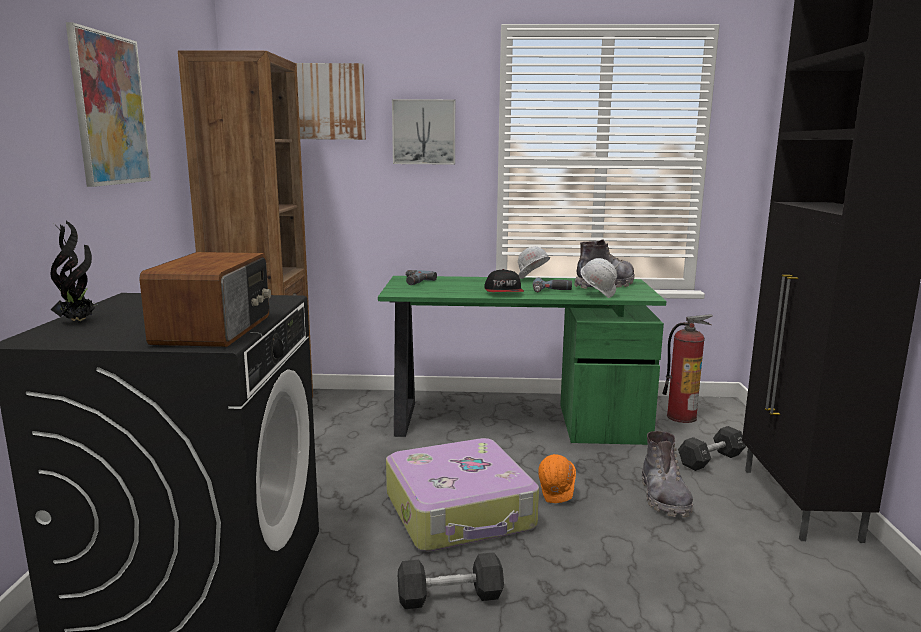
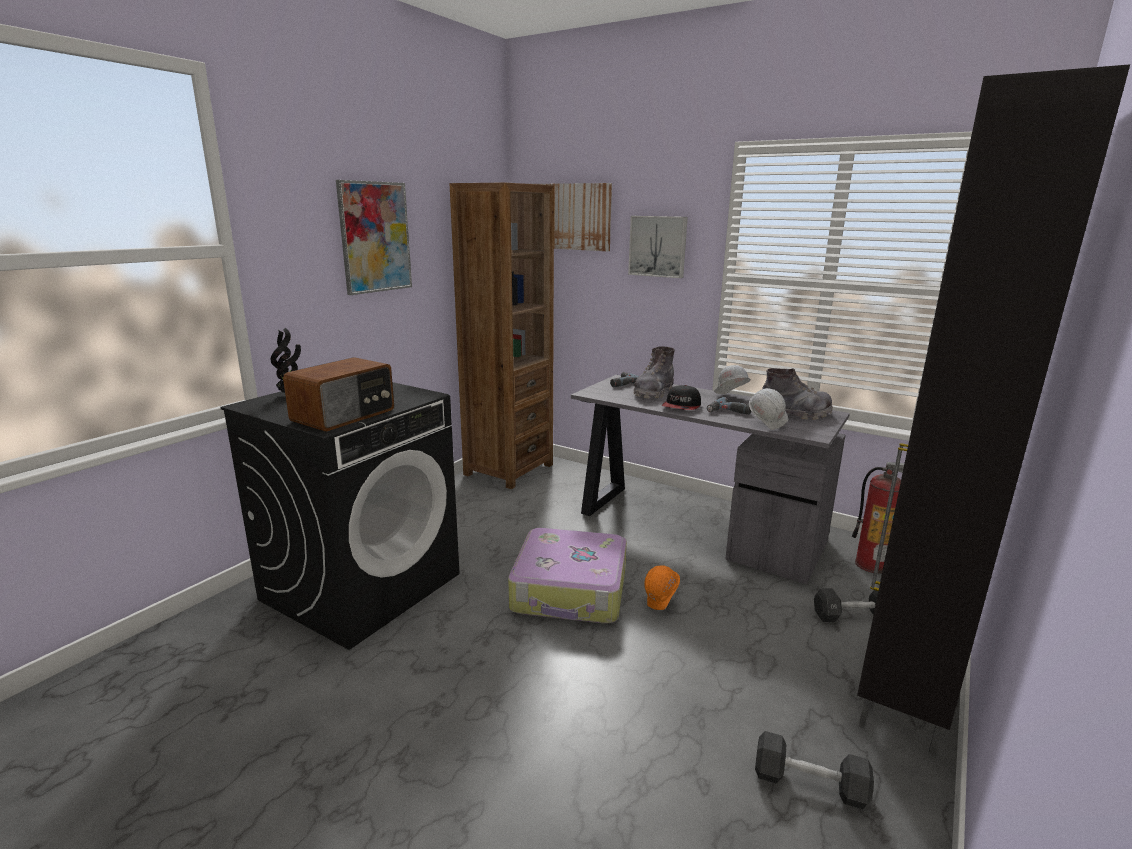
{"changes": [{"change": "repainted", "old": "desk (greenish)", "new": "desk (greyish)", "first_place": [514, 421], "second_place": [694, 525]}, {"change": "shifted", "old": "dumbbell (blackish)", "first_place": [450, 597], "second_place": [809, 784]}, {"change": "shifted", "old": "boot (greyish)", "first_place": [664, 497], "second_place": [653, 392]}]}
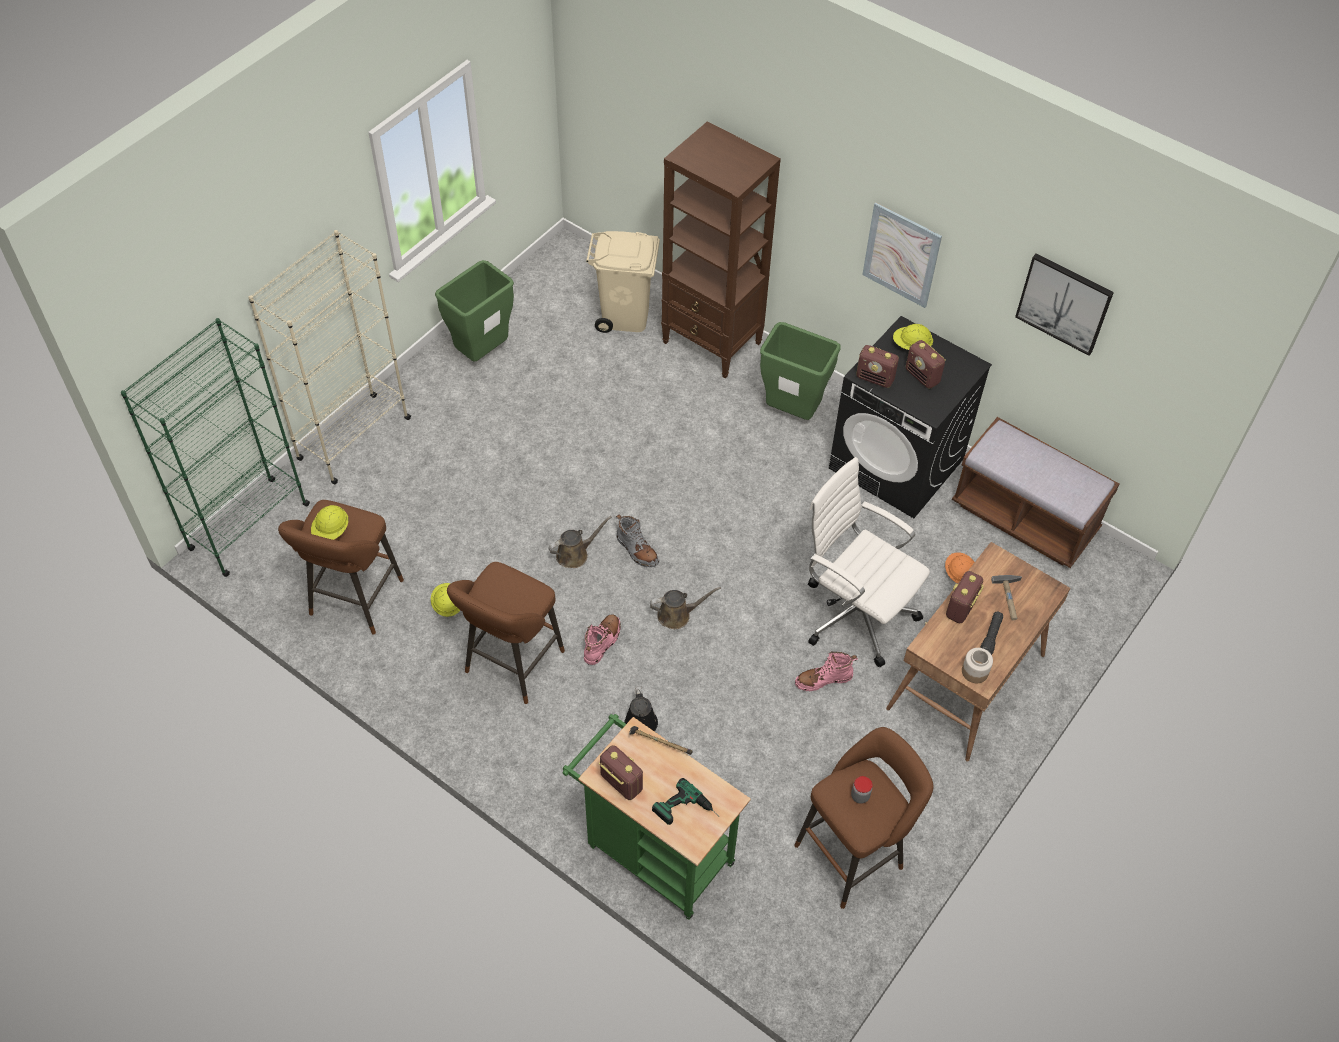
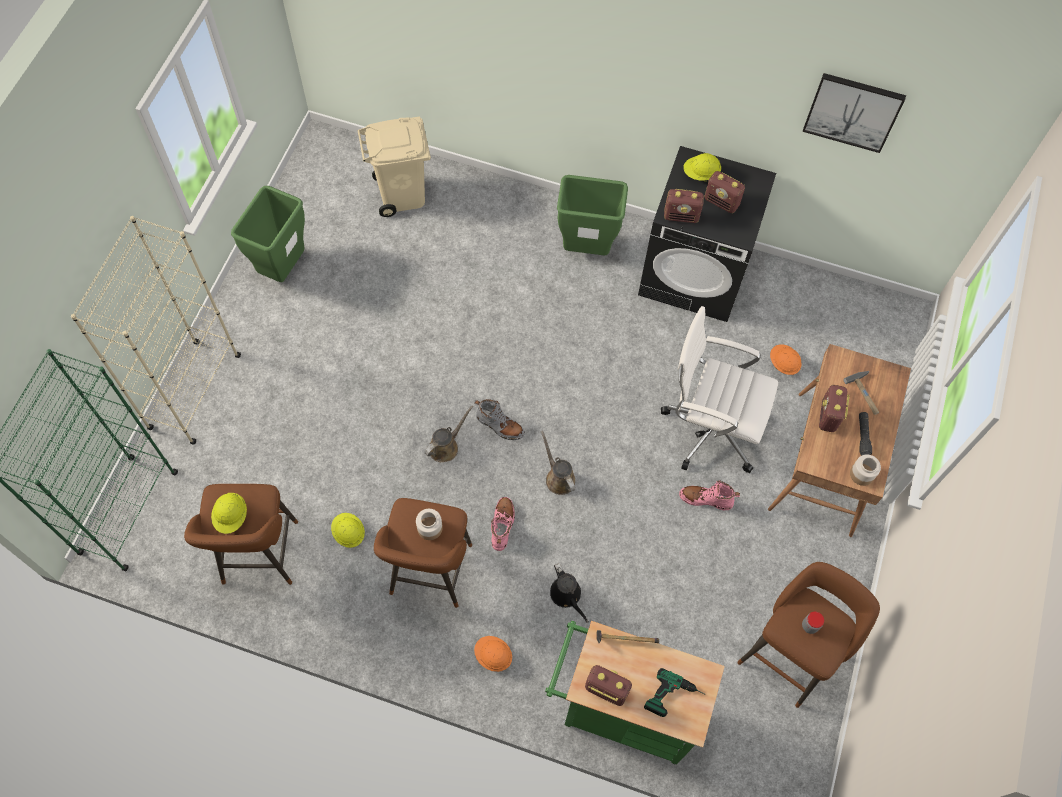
{"changes": [{"change": "rotated", "old": "watering can (brownish)", "first_place": [677, 615], "second_place": [558, 477], "degrees": -90}, {"change": "gone", "old": "shelving unit (brownish)", "first_place": [712, 343]}, {"change": "rotated", "old": "boot (pinkish)", "first_place": [823, 679], "second_place": [706, 499], "degrees": 45}, {"change": "gone", "old": "wall art", "first_place": [901, 255]}, {"change": "gone", "old": "indoor bench (brownish)", "first_place": [1024, 518]}, {"change": "new", "new": "preserve jar", "second_place": [429, 528]}, {"change": "new", "new": "hard hat (orangey)", "second_place": [493, 656]}]}
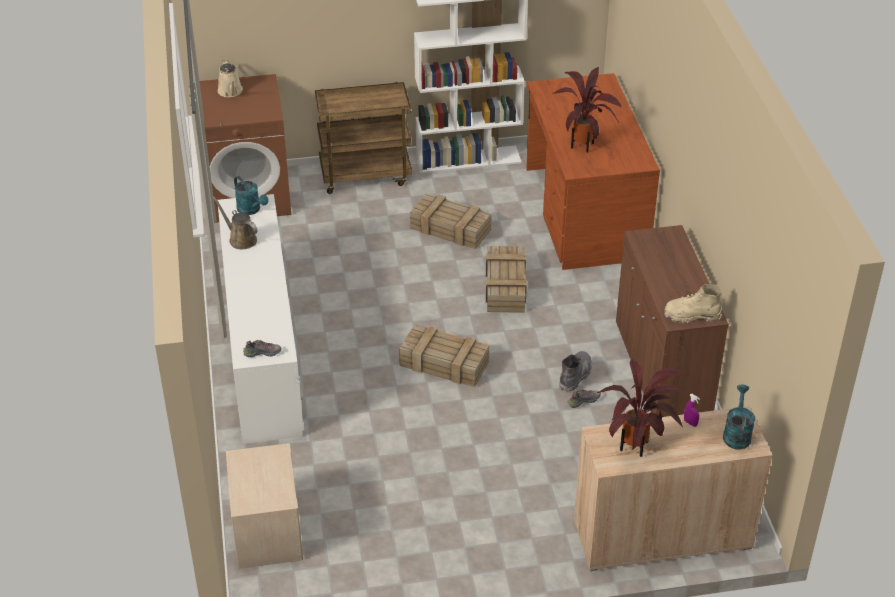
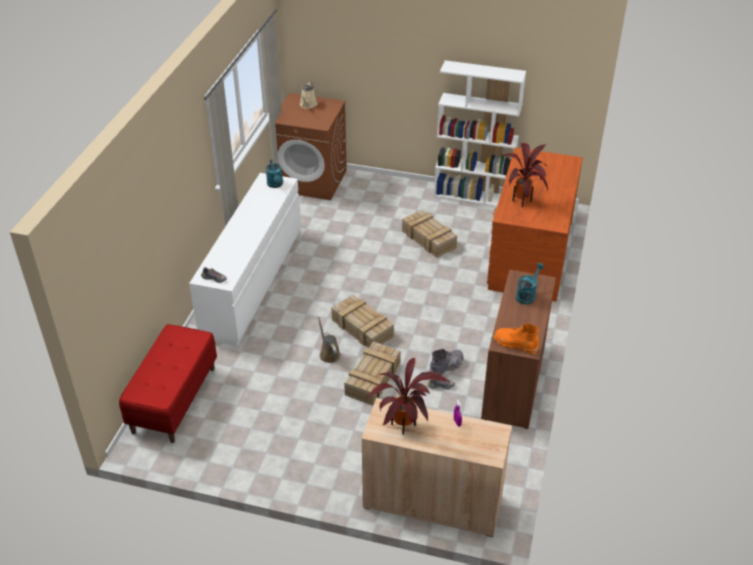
{"changes": [{"change": "shifted", "old": "watering can (brownish)", "first_place": [240, 239], "second_place": [328, 353]}, {"change": "swapped", "old": "night table (beige)", "new": "indoor bench (red-coloured)", "first_place": [267, 530], "second_place": [174, 399]}, {"change": "gone", "old": "trolley (brownish)", "first_place": [366, 175]}, {"change": "shifted", "old": "crate", "first_place": [505, 286], "second_place": [373, 378]}, {"change": "repainted", "old": "boot (beige)", "new": "boot (orangey)", "first_place": [691, 315], "second_place": [515, 344]}, {"change": "shifted", "old": "watering can (turquoise-coloured)", "first_place": [737, 434], "second_place": [527, 295]}]}
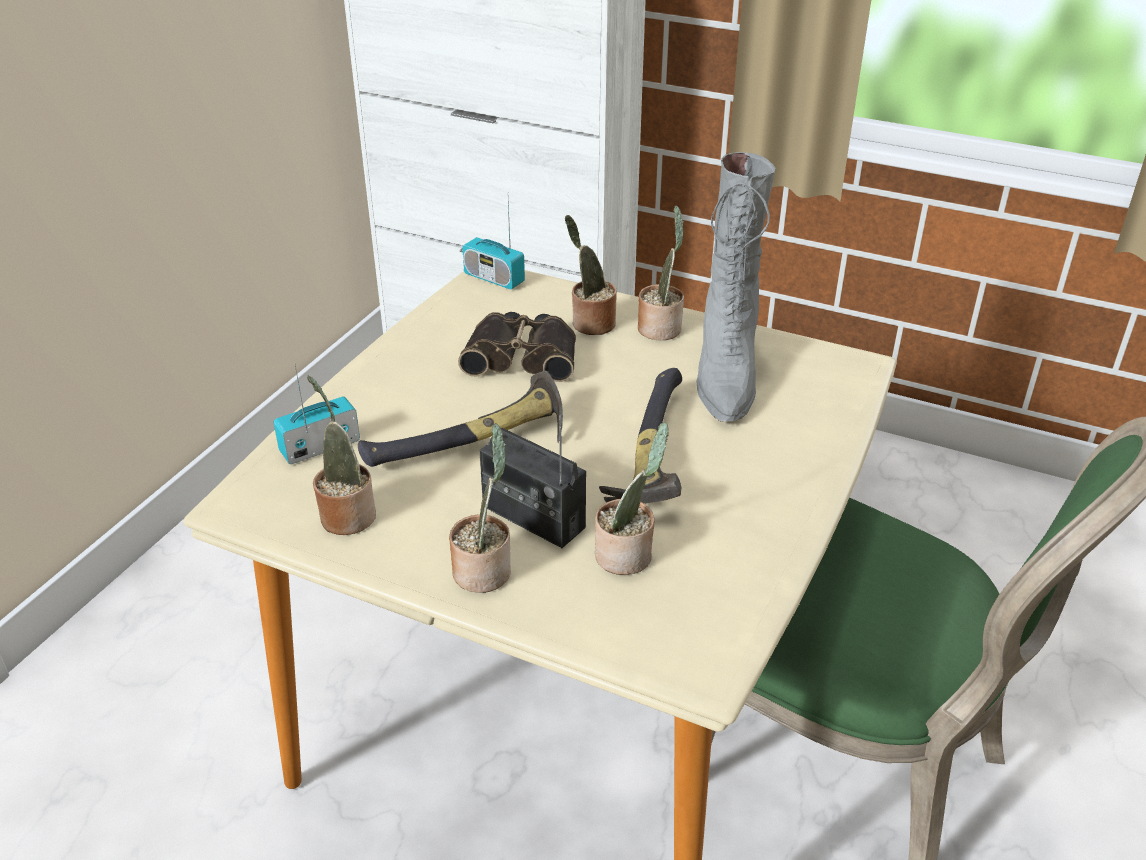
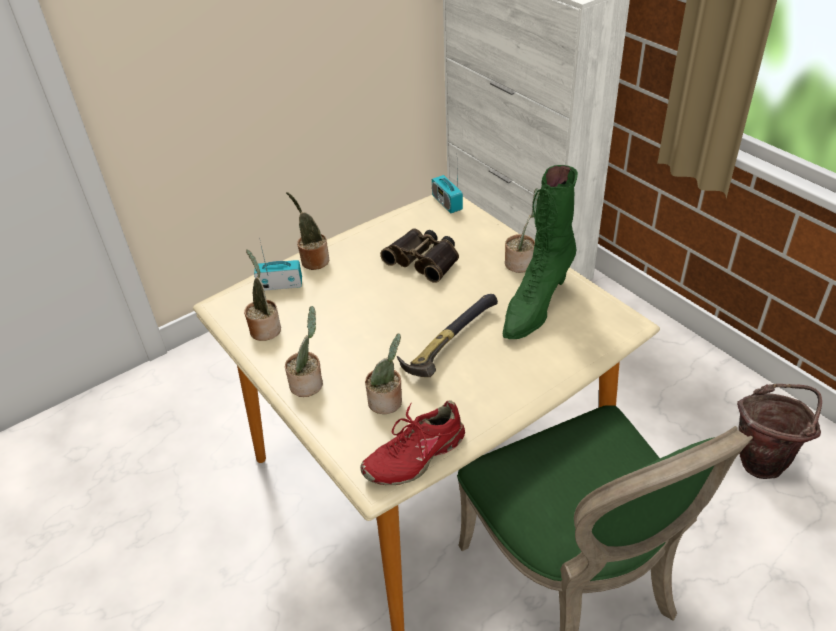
{"changes": [{"change": "gone", "old": "hand hammer", "first_place": [475, 446]}, {"change": "gone", "old": "radio", "first_place": [533, 517]}, {"change": "shifted", "old": "plant in a pot", "first_place": [590, 324], "second_place": [313, 260]}, {"change": "repainted", "old": "boot (greyish)", "new": "boot (greenish)", "first_place": [725, 373], "second_place": [535, 306]}, {"change": "new", "new": "low shoe (red-coloured)", "second_place": [414, 455]}, {"change": "new", "new": "bucket (brownish)", "second_place": [764, 460]}]}
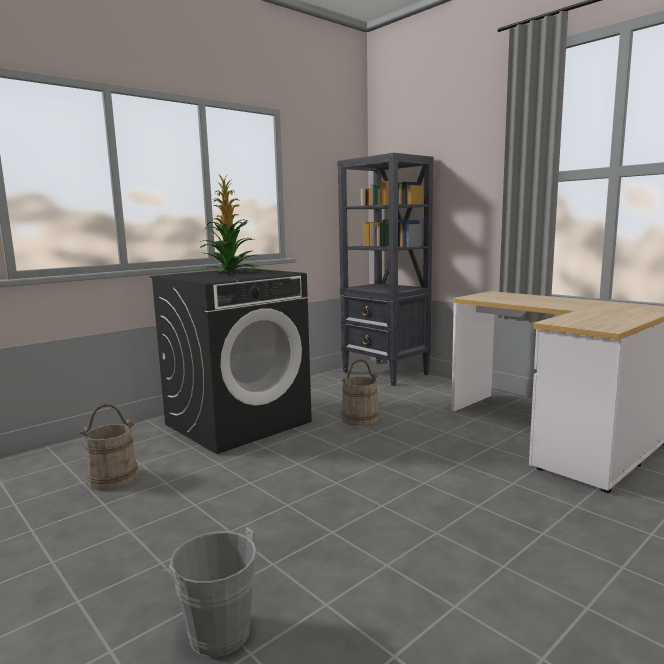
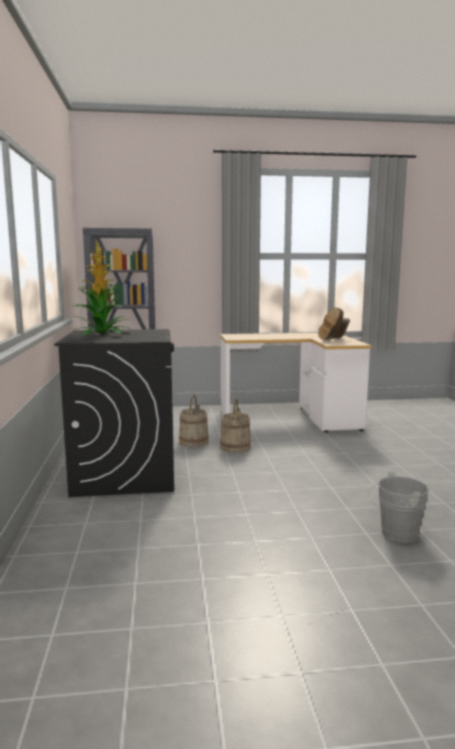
{"changes": [{"change": "shifted", "old": "bucket (beige)", "first_place": [113, 478], "second_place": [235, 447]}, {"change": "new", "new": "boot (brownish)", "second_place": [334, 340]}]}
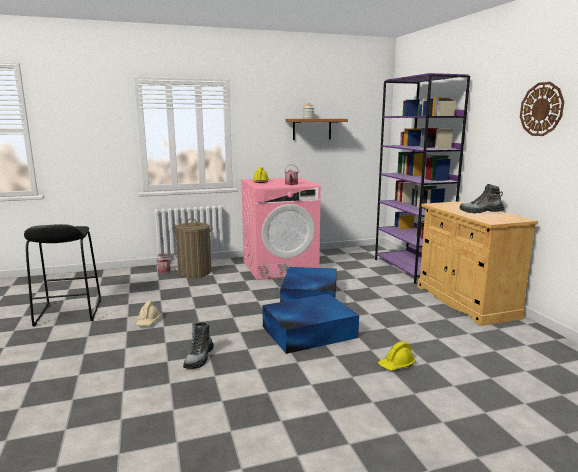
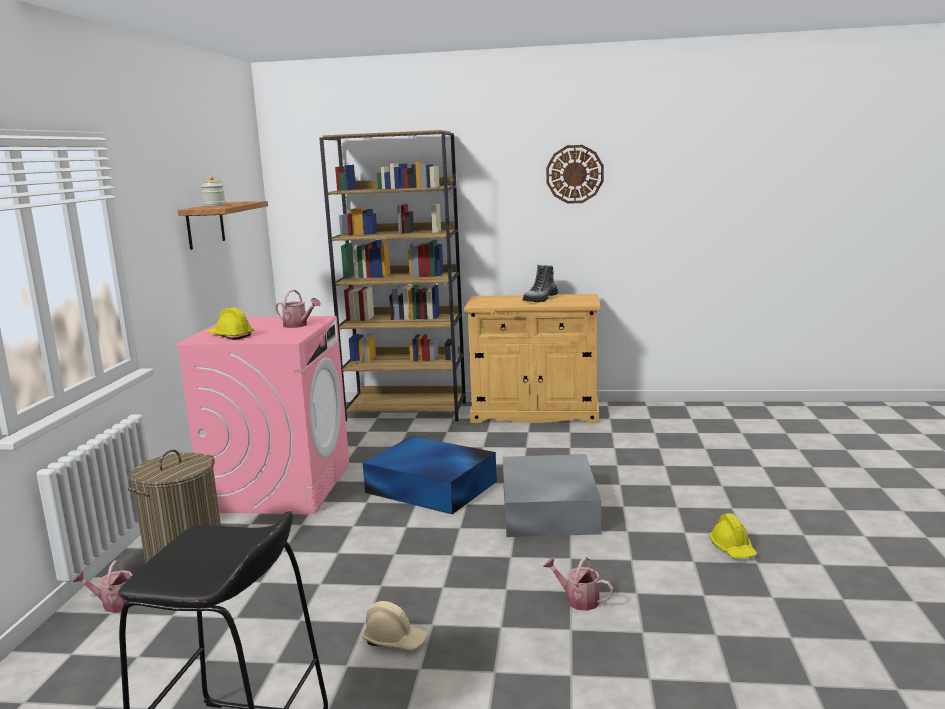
{"changes": [{"change": "swapped", "old": "boot", "new": "watering can", "first_place": [199, 358], "second_place": [578, 600]}, {"change": "repainted", "old": "storage container (blue-coloured)", "new": "storage container (greyish)", "first_place": [307, 332], "second_place": [548, 509]}, {"change": "repainted", "old": "shelving unit (purple)", "new": "shelving unit (brownish)", "first_place": [411, 269], "second_place": [407, 411]}, {"change": "shifted", "old": "hard hat (yellowish)", "first_place": [396, 365], "second_place": [733, 549]}]}
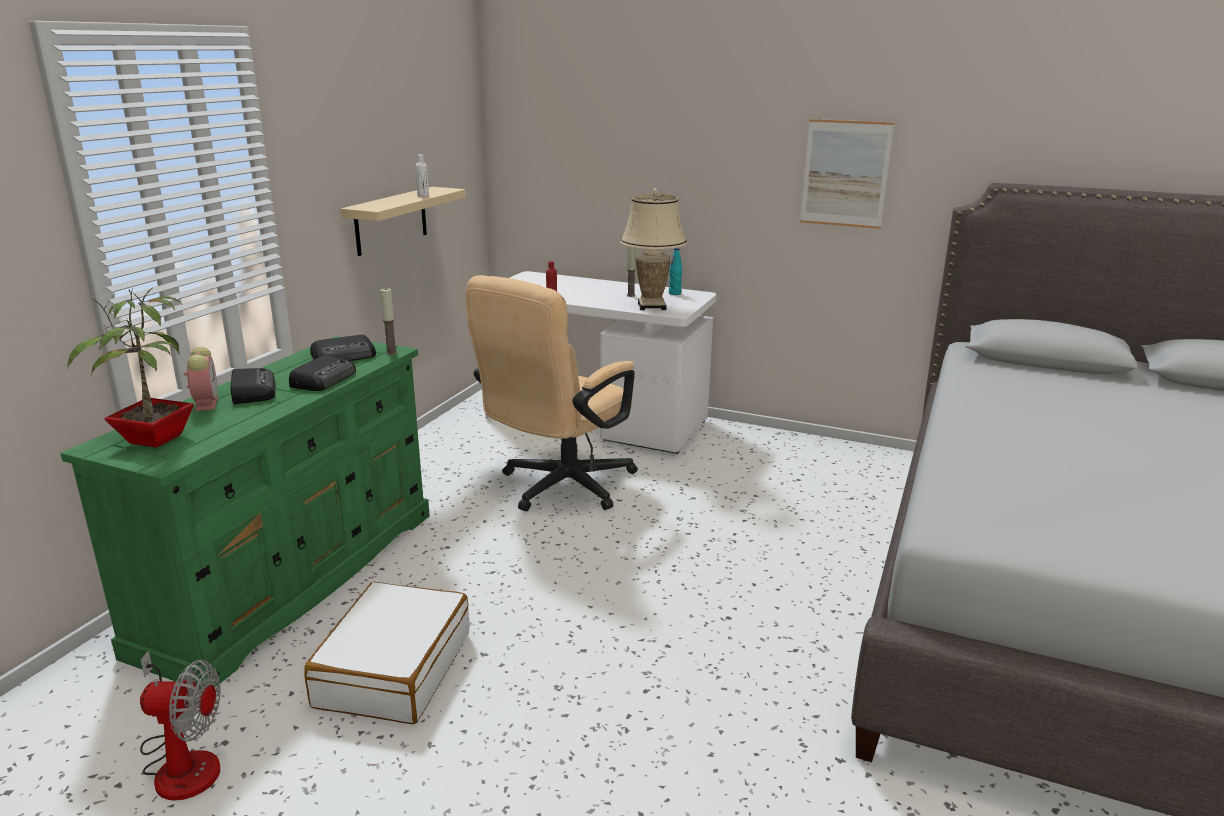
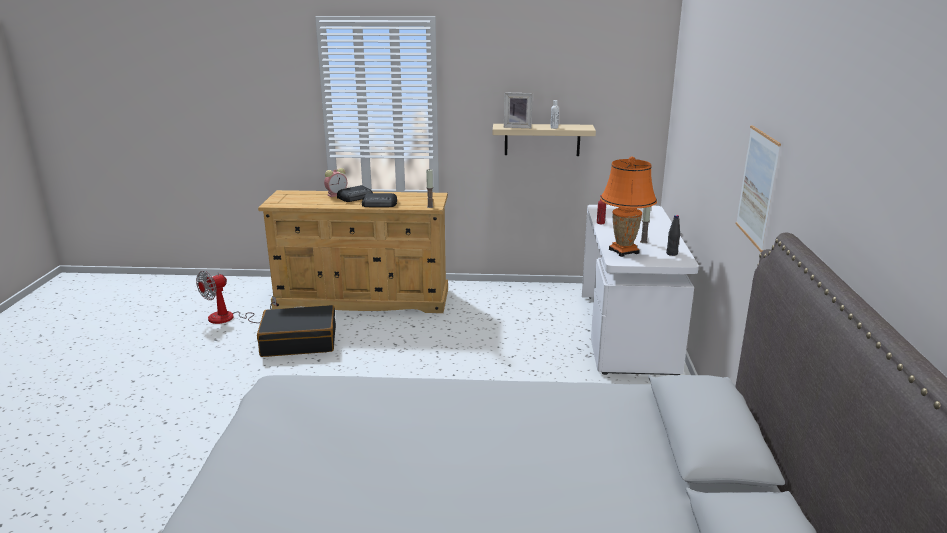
{"changes": [{"change": "repainted", "old": "drawer chest (greenish)", "new": "drawer chest (beige)", "first_place": [294, 577], "second_place": [363, 299]}, {"change": "gone", "old": "plant in a pot", "first_place": [153, 440]}, {"change": "rotated", "old": "cooling fan", "first_place": [183, 762], "second_place": [230, 318], "degrees": 60}, {"change": "repainted", "old": "travel case (whitish)", "new": "travel case (blackish)", "first_place": [393, 669], "second_place": [299, 341]}, {"change": "gone", "old": "radio", "first_place": [345, 356]}, {"change": "gone", "old": "computer chair (beige)", "first_place": [558, 488]}, {"change": "repainted", "old": "table lamp (beige)", "new": "table lamp (orangey)", "first_place": [652, 306], "second_place": [623, 251]}, {"change": "repainted", "old": "drink bottle (turquoise-coloured)", "new": "drink bottle (blackish)", "first_place": [675, 293], "second_place": [672, 254]}, {"change": "new", "new": "picture frame", "second_place": [517, 127]}]}
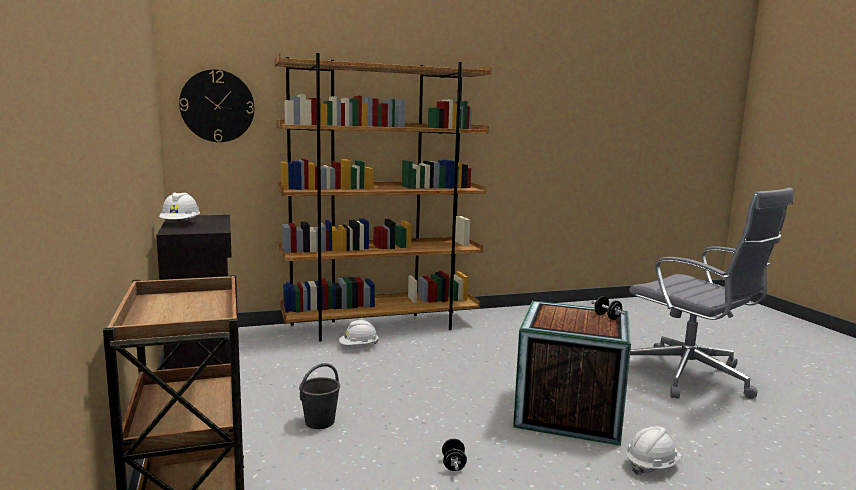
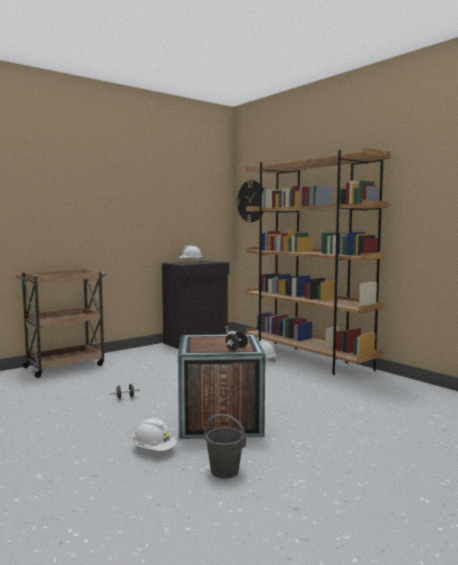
{"changes": [{"change": "shifted", "old": "bucket (greyish)", "first_place": [320, 421], "second_place": [225, 471]}, {"change": "gone", "old": "computer chair (greyish)", "first_place": [691, 377]}]}
